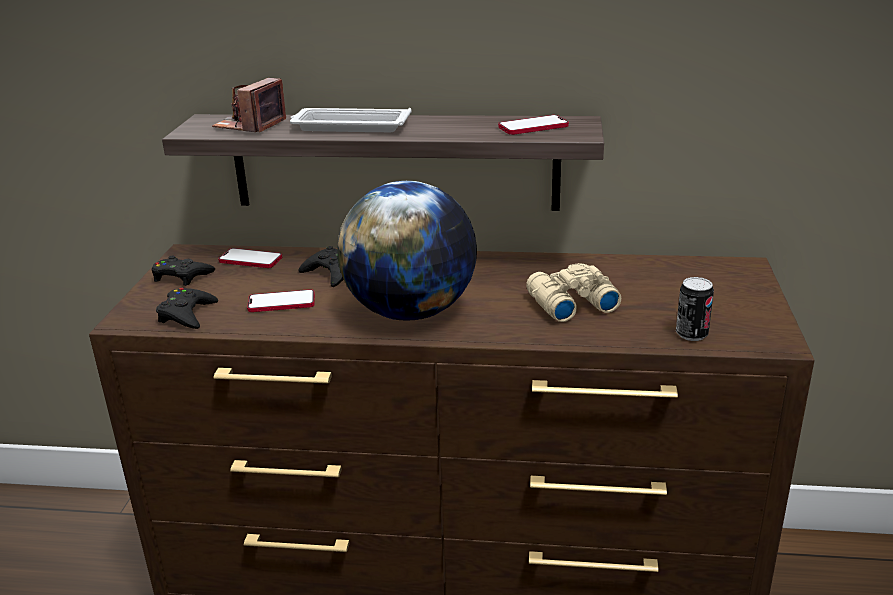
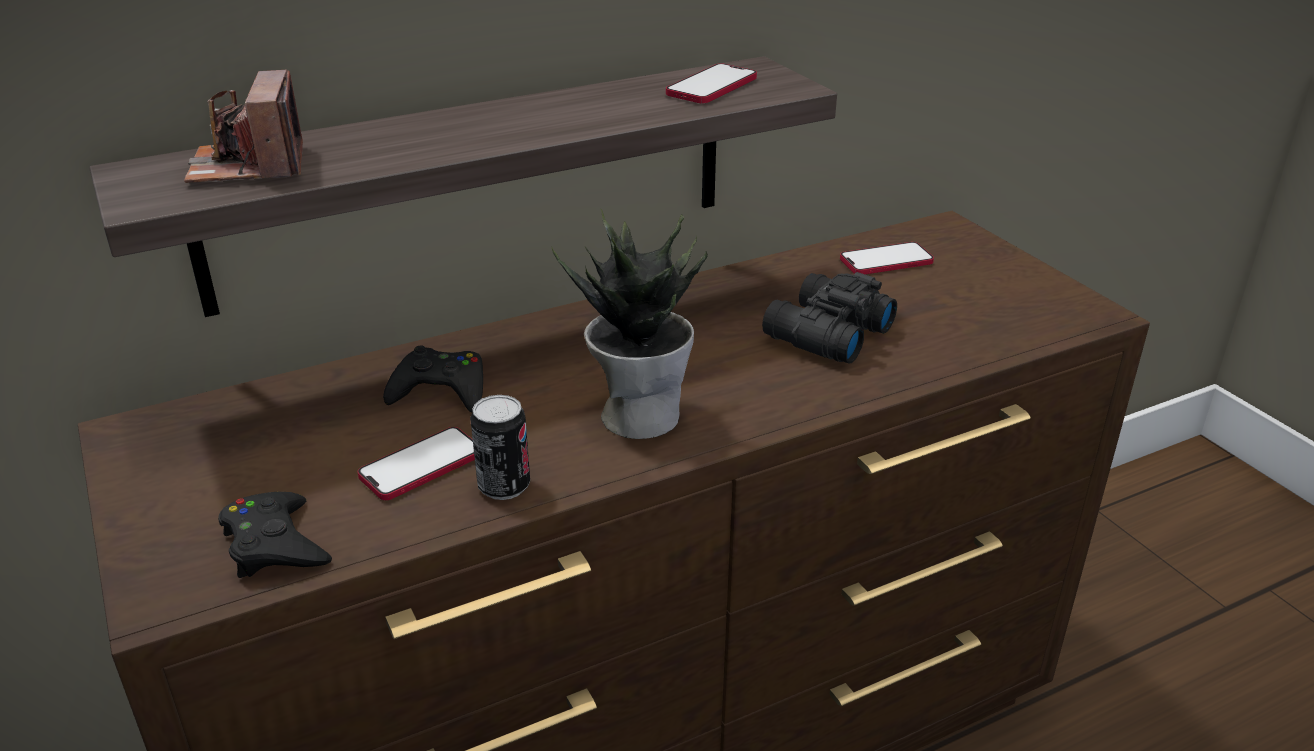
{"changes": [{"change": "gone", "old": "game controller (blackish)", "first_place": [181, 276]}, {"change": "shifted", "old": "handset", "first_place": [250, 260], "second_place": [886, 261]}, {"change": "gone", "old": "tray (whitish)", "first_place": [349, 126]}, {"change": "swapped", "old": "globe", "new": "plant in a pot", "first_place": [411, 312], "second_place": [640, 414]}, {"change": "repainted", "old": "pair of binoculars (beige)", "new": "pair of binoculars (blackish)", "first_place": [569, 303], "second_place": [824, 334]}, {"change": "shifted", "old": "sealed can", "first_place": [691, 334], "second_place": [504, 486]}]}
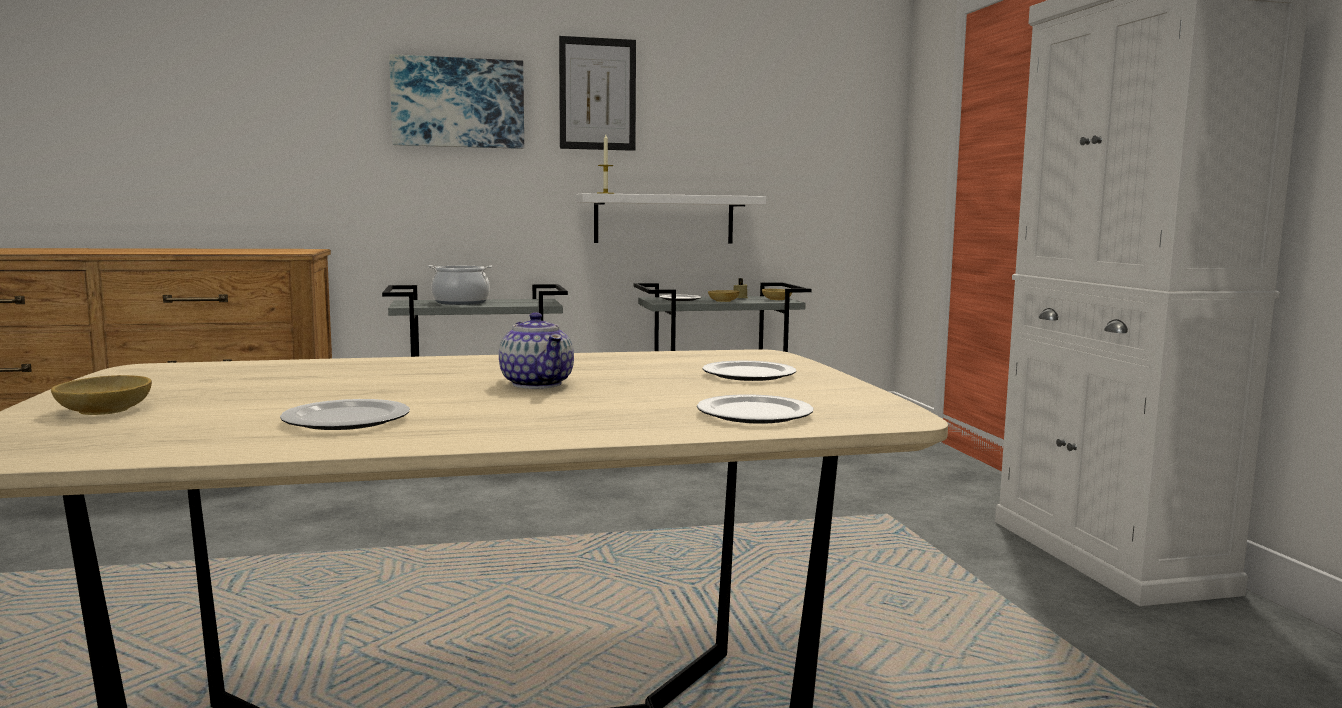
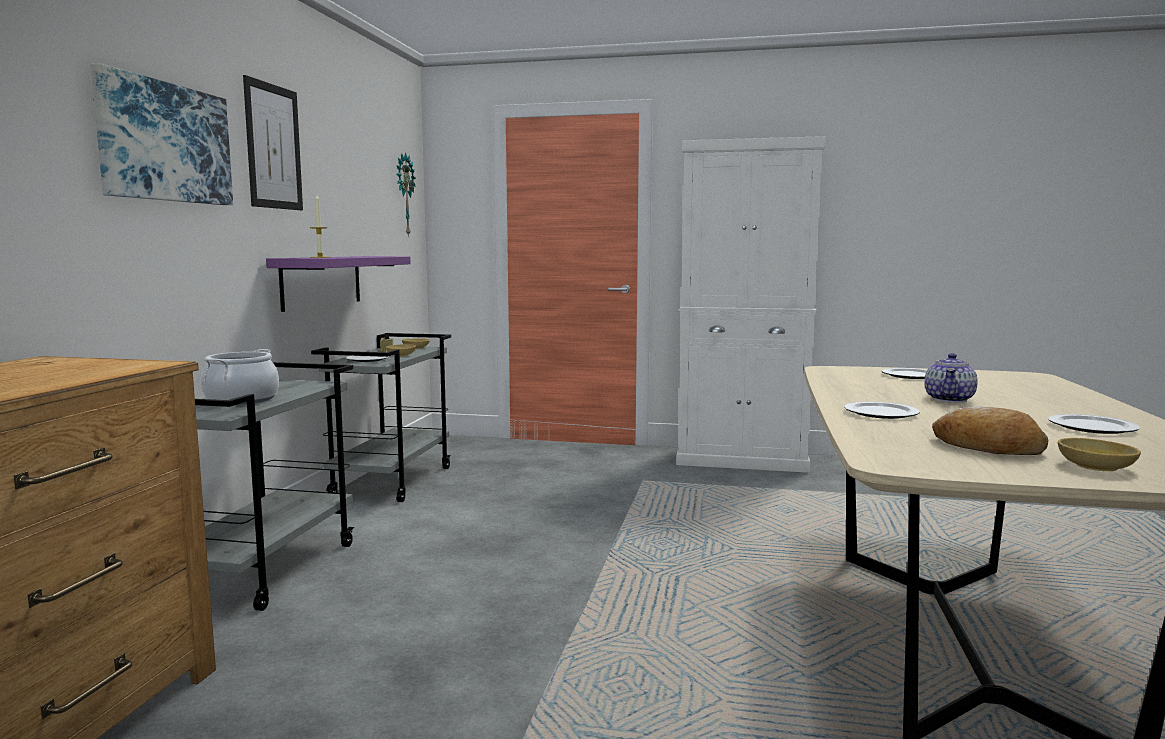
{"changes": [{"change": "rotated", "old": "tea pot", "first_place": [537, 384], "second_place": [950, 399], "degrees": 120}, {"change": "repainted", "old": "shelf (whitish)", "new": "shelf (purple)", "first_place": [664, 219], "second_place": [322, 281]}, {"change": "shifted", "old": "plate", "first_place": [756, 414], "second_place": [881, 413]}, {"change": "new", "new": "hanging clock", "second_place": [403, 195]}, {"change": "new", "new": "bakery bread", "second_place": [988, 448]}]}
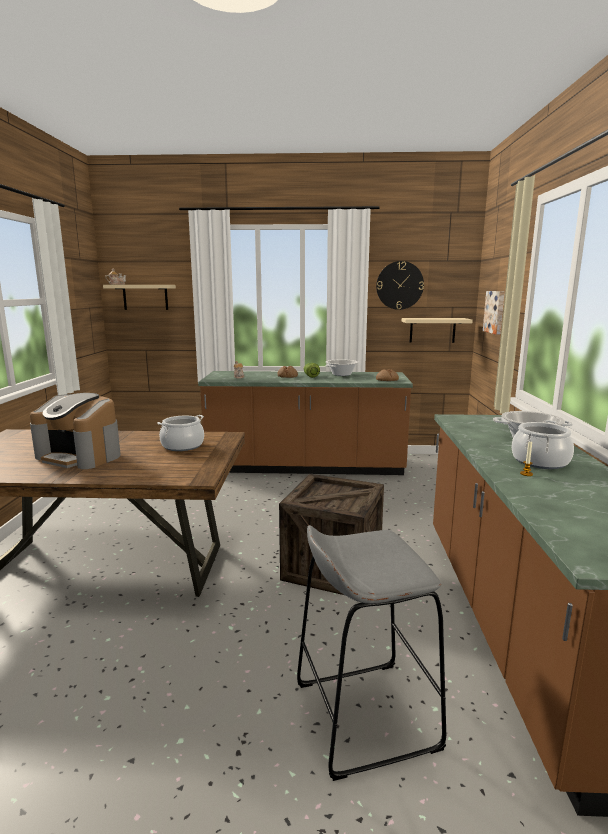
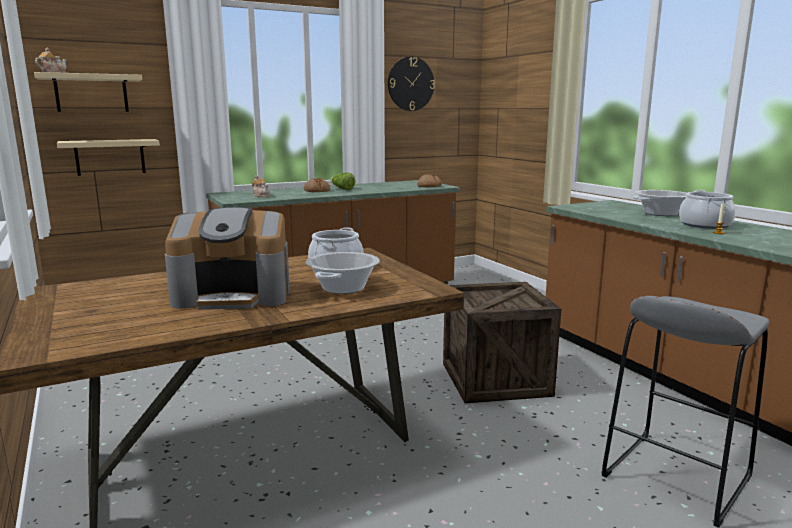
{"changes": [{"change": "shifted", "old": "saucepot", "first_place": [342, 374], "second_place": [343, 288]}, {"change": "shifted", "old": "shelf (beige)", "first_place": [432, 330], "second_place": [110, 157]}, {"change": "gone", "old": "wall art", "first_place": [495, 312]}]}
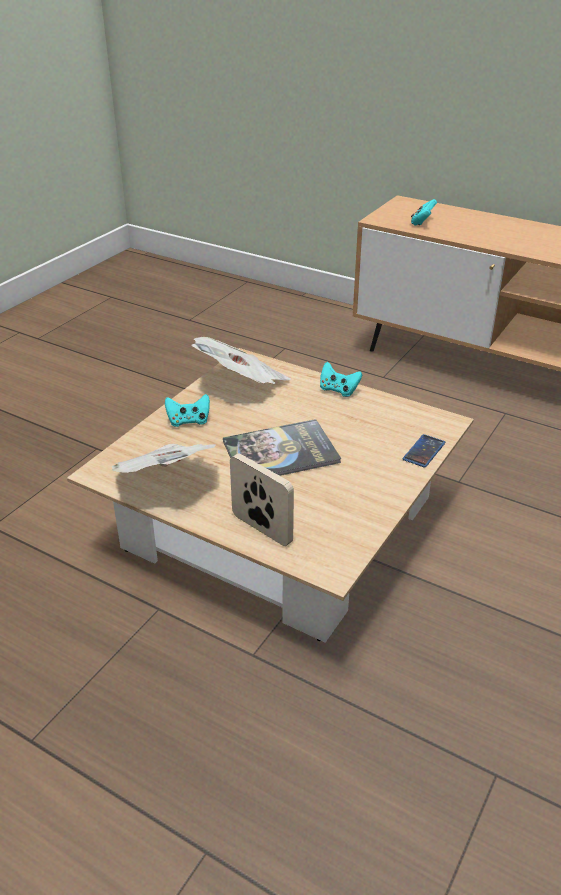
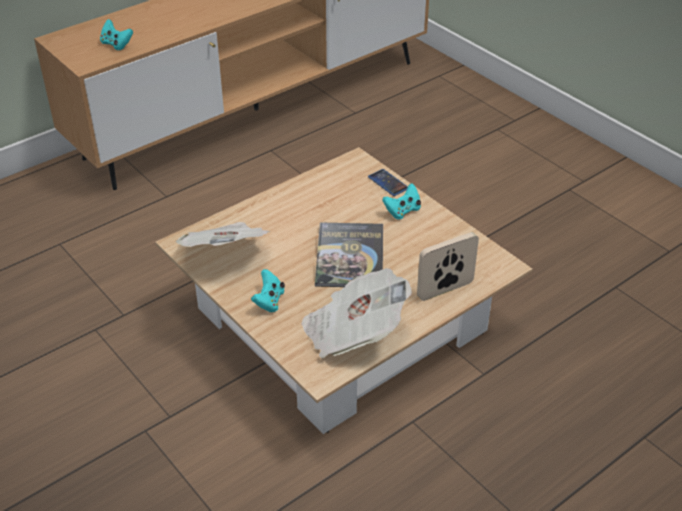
{"changes": [{"change": "shifted", "old": "game controller (turquoise-coloured)", "first_place": [338, 390], "second_place": [402, 211]}]}
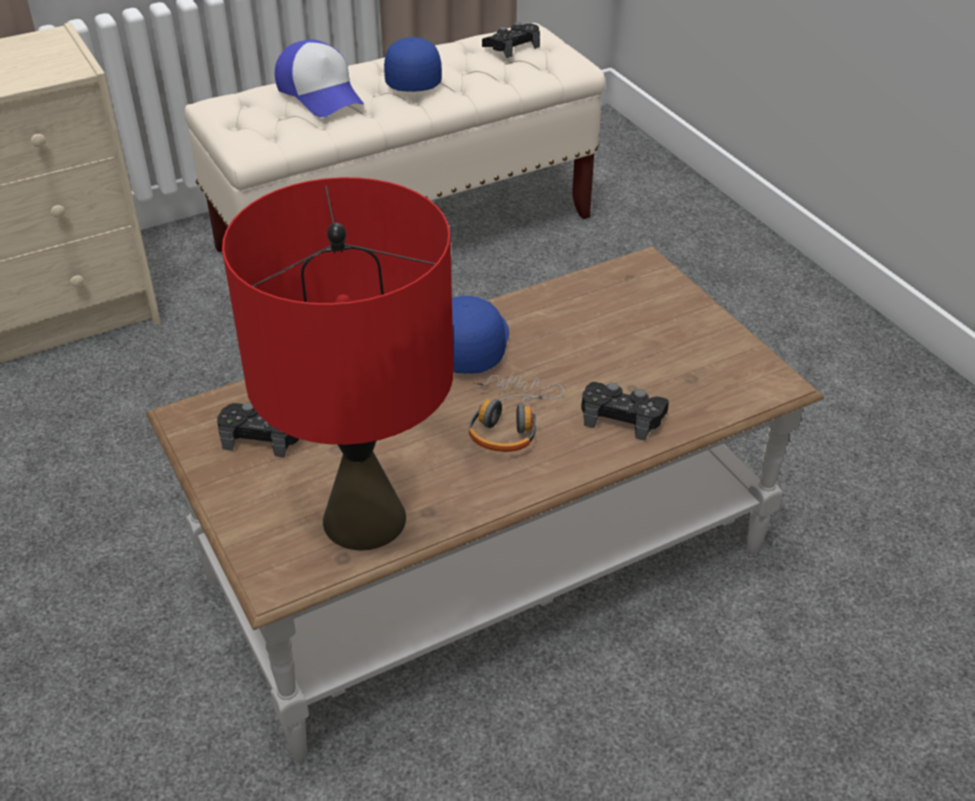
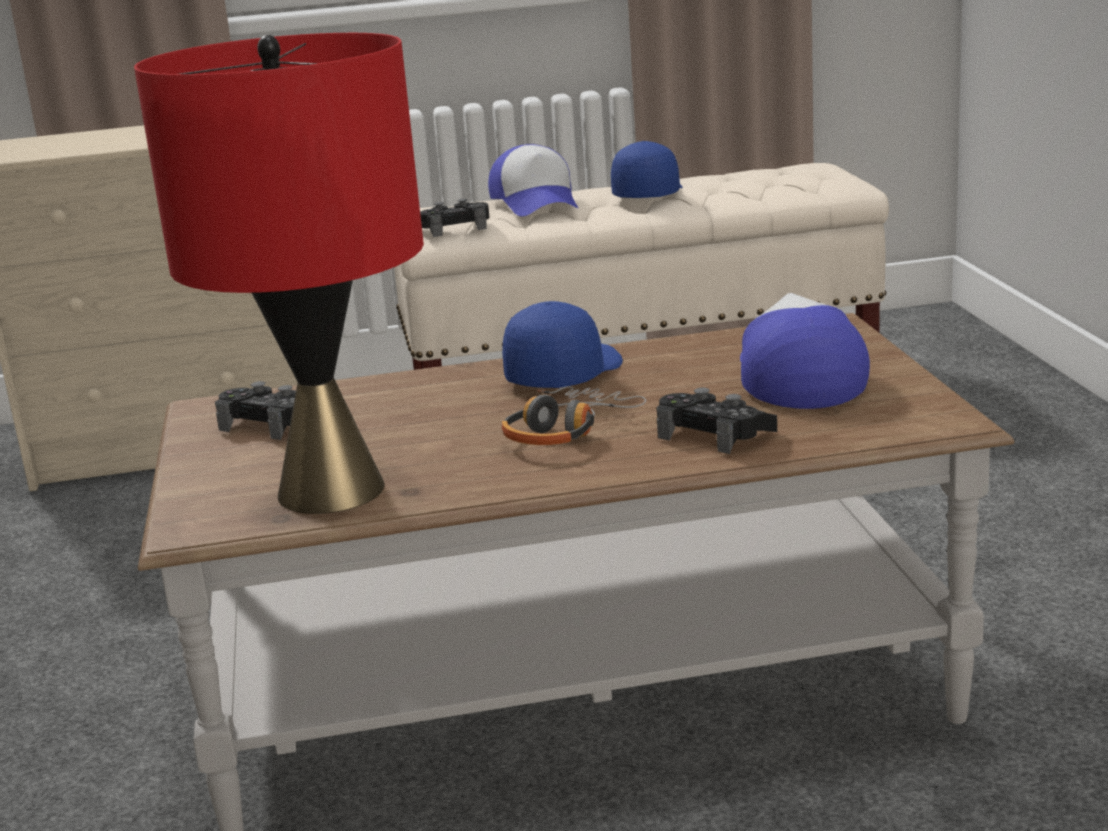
{"changes": [{"change": "shifted", "old": "game controller (blackish)", "first_place": [512, 46], "second_place": [454, 228]}, {"change": "new", "new": "peaked cap", "second_place": [796, 376]}]}
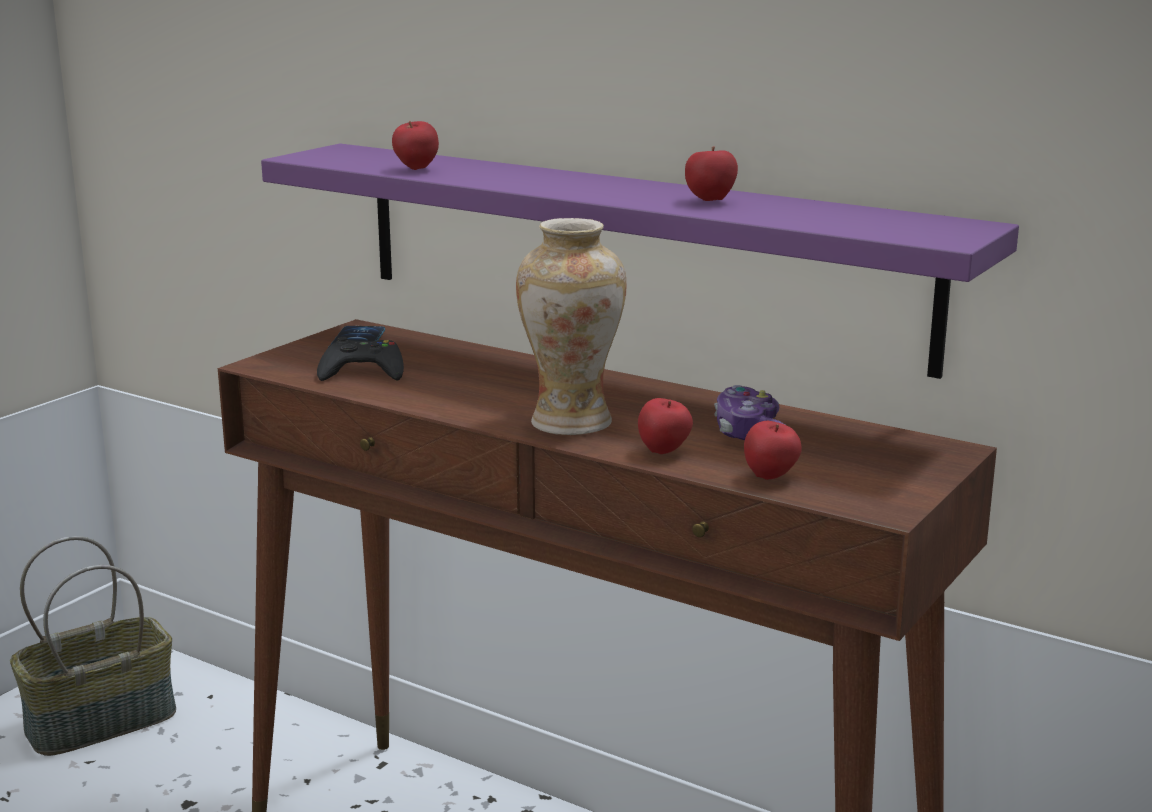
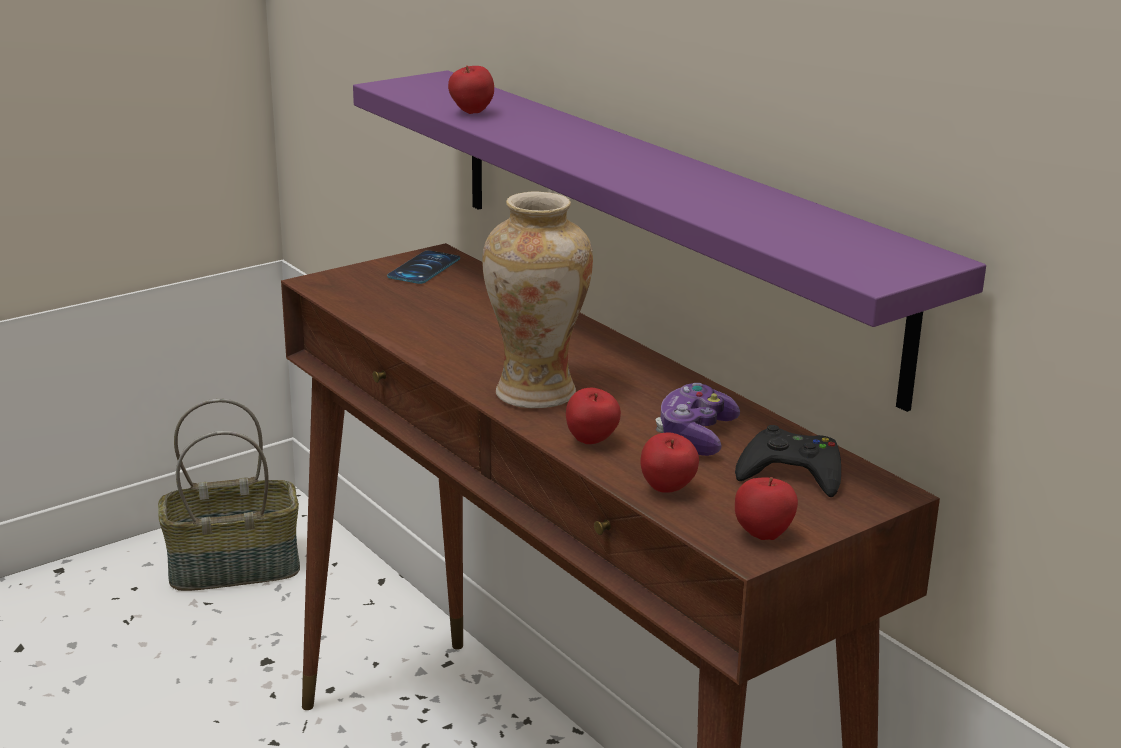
{"changes": [{"change": "shifted", "old": "game controller (blackish)", "first_place": [363, 371], "second_place": [791, 473]}, {"change": "shifted", "old": "apple fruit", "first_place": [710, 201], "second_place": [763, 535]}]}
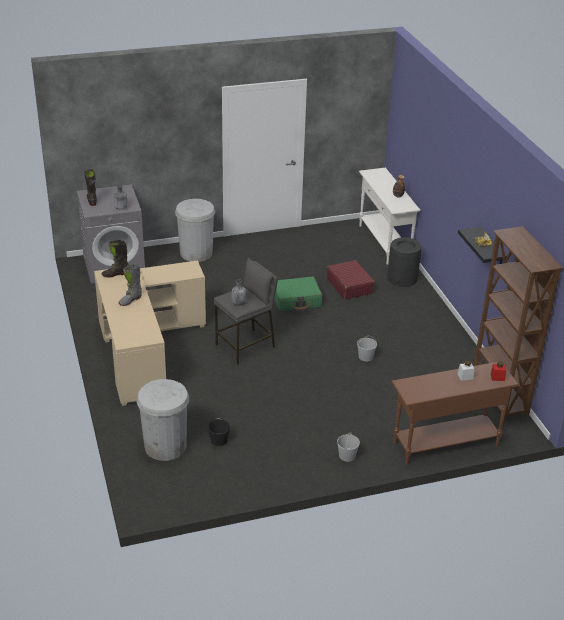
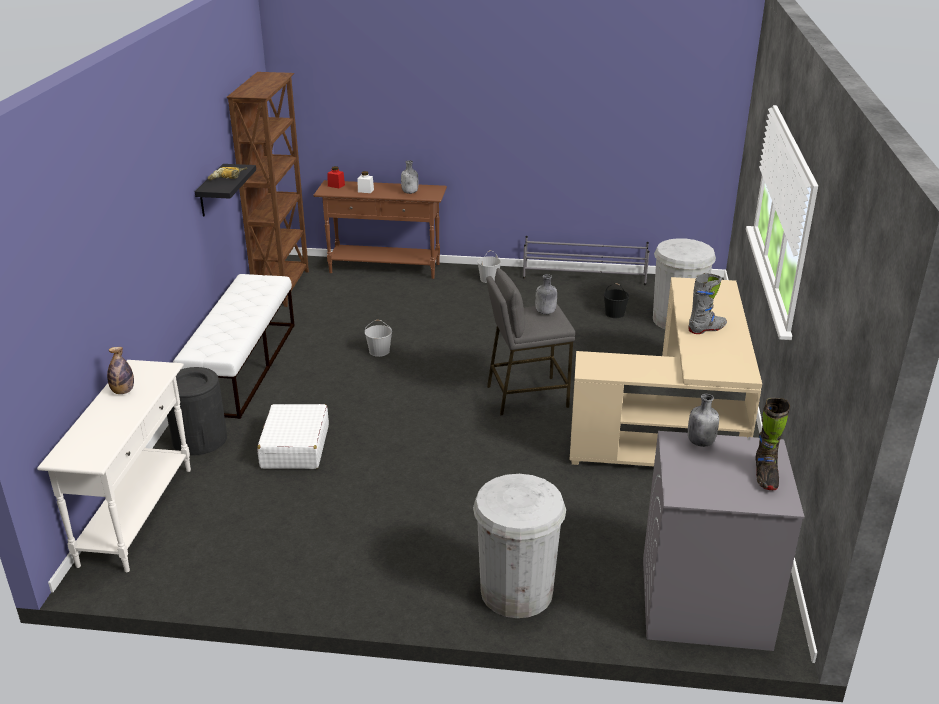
{"changes": [{"change": "gone", "old": "boot (blackish)", "first_place": [115, 274]}, {"change": "gone", "old": "travel case (greenish)", "first_place": [296, 300]}, {"change": "repainted", "old": "travel case (red-coloured)", "new": "travel case (whitish)", "first_place": [349, 286], "second_place": [295, 447]}, {"change": "new", "new": "indoor bench (whitish)", "second_place": [243, 366]}, {"change": "new", "new": "drink bottle (greyish)", "second_place": [410, 192]}, {"change": "new", "new": "shoe rack (greyish)", "second_place": [584, 277]}]}
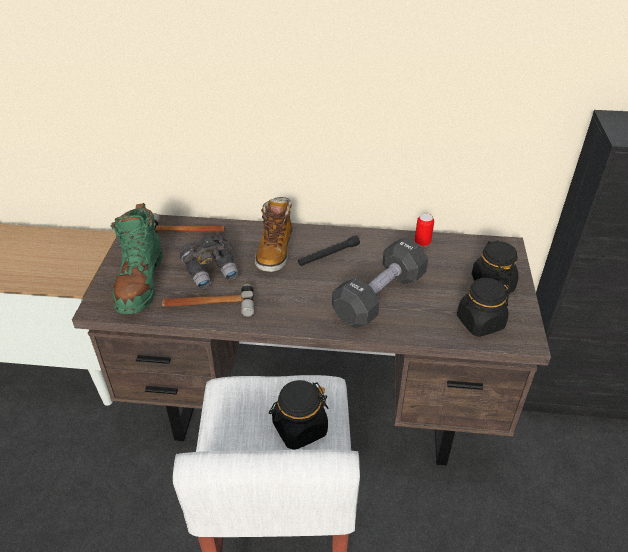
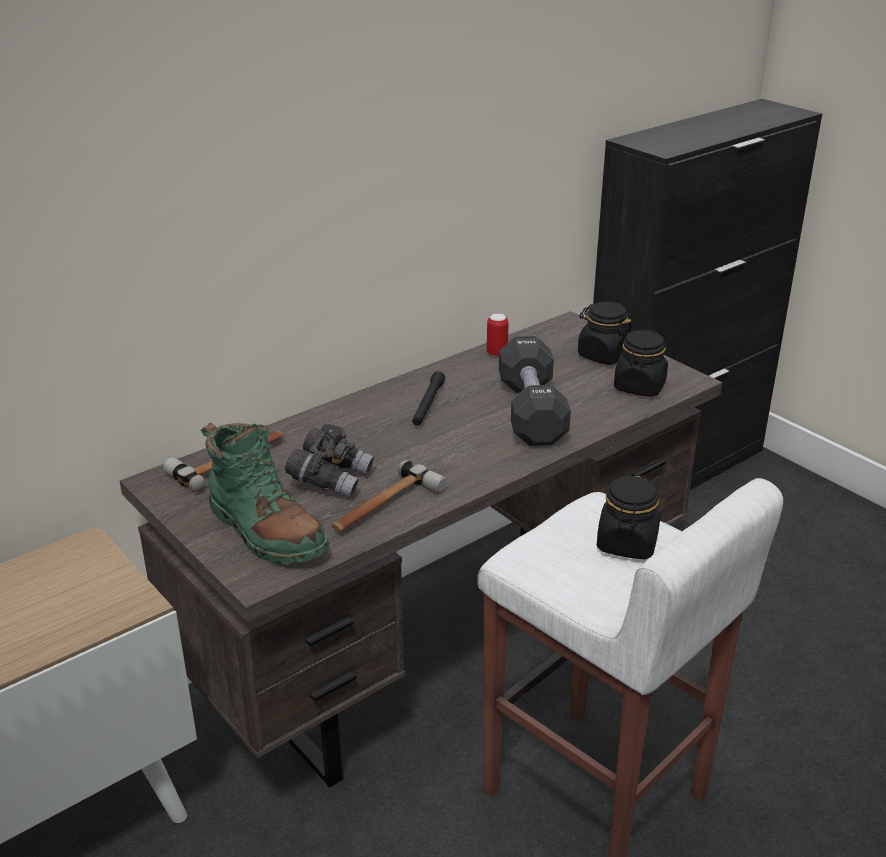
{"changes": [{"change": "gone", "old": "boot", "first_place": [275, 251]}]}
